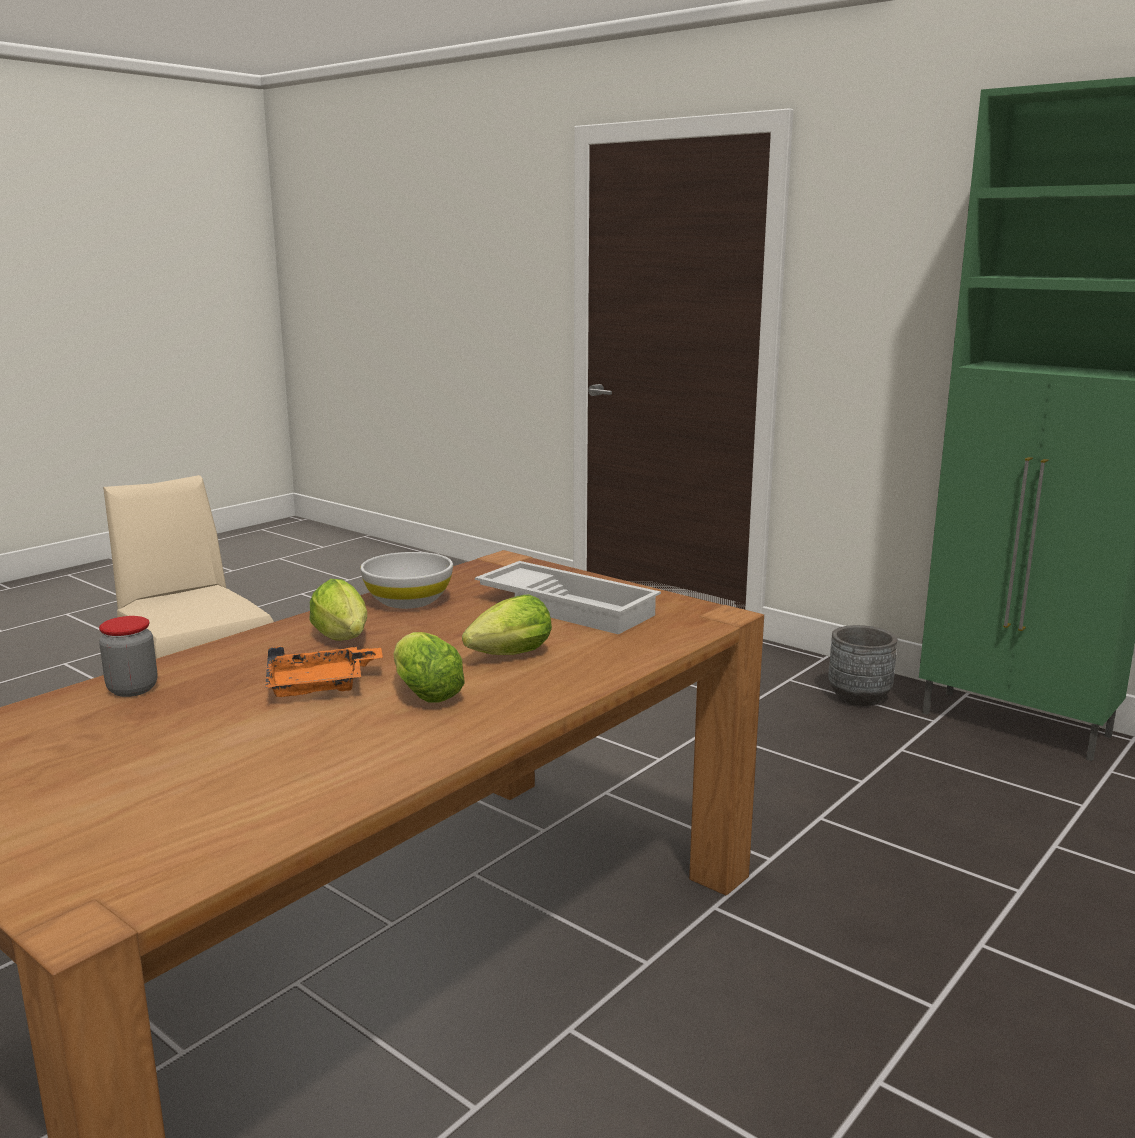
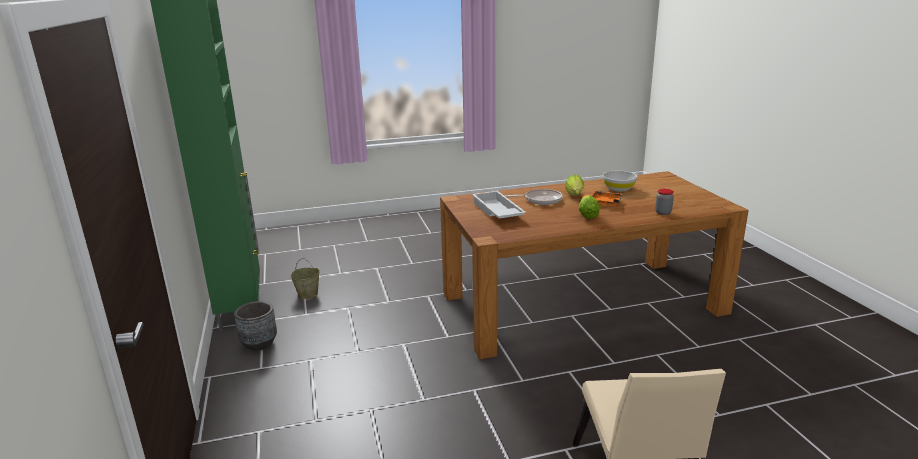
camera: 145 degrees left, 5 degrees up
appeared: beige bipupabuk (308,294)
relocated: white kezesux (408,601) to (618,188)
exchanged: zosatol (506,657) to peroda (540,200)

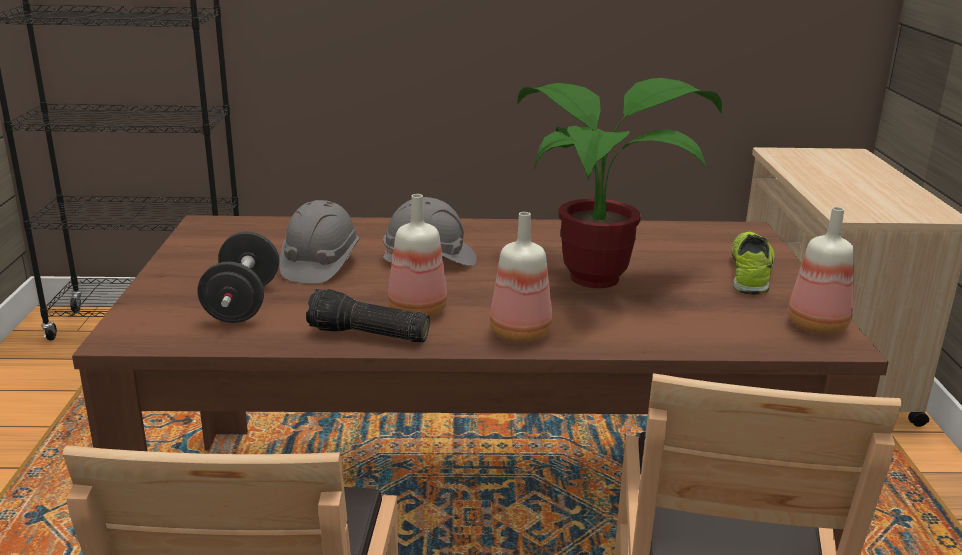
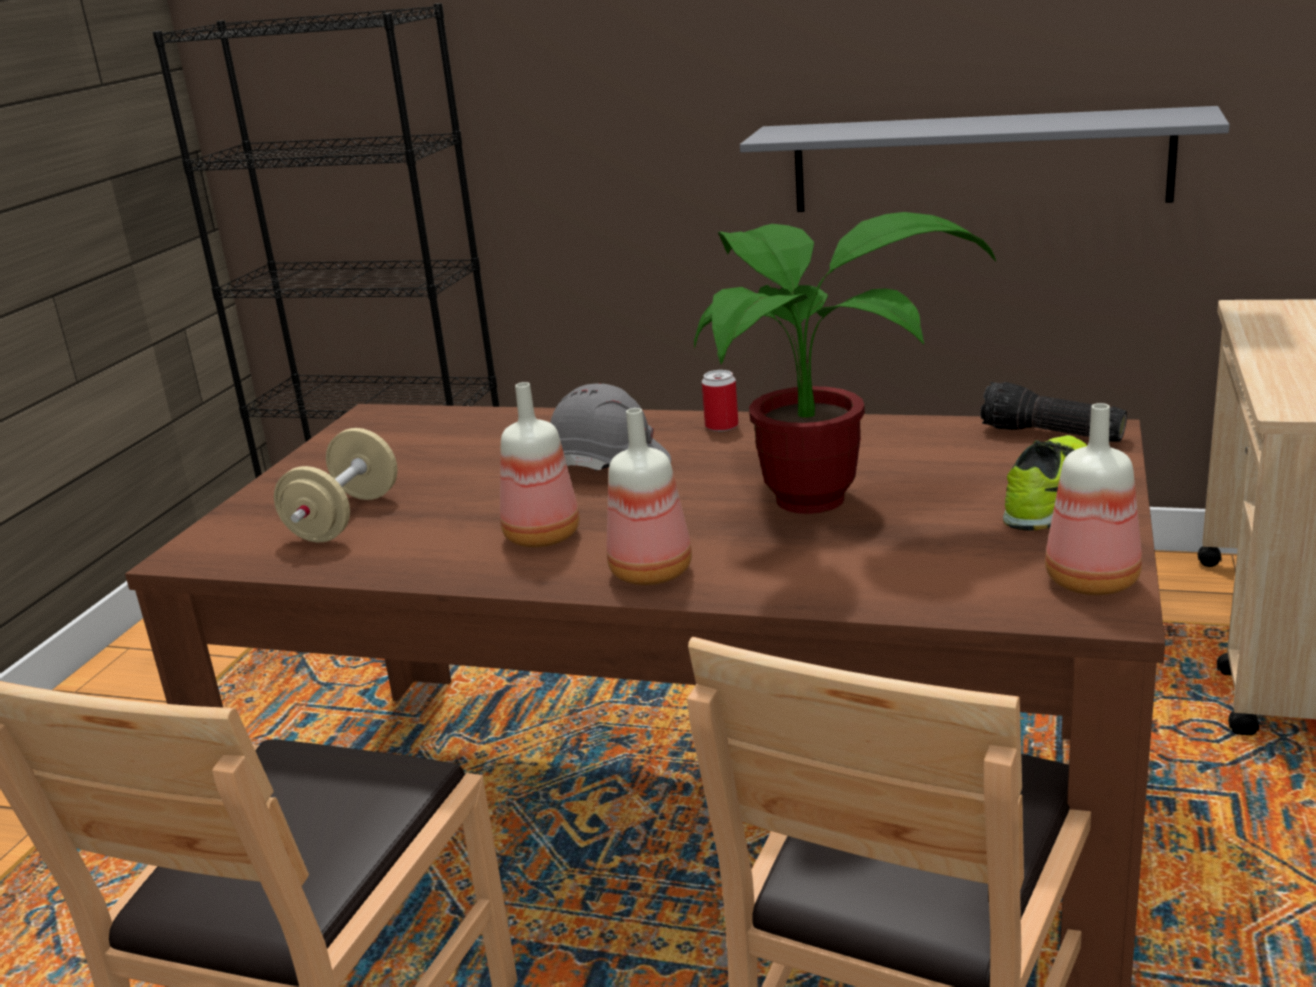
camera: 20 degrees right, 0 degrees up
missing: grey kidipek (319,265)
appeared: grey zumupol (978,162); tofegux (721,426)
relocated: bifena (367,335) to (1050,434)
colour: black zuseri (242,303) to beige zuseri (344,518)

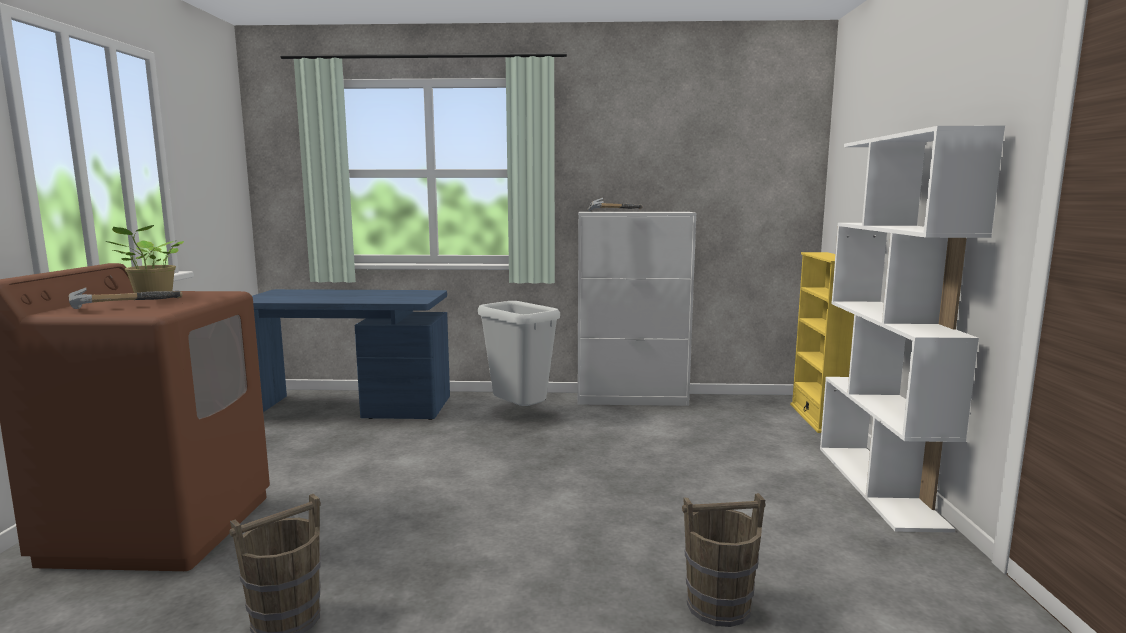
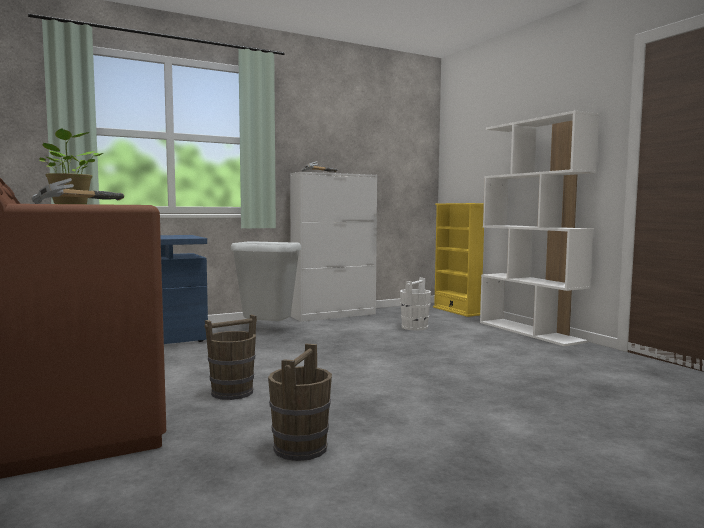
camera: 30 degrees left, 5 degrees down
appeared: white bipupabuk (415,327)
relocated: brown bipupabuk (719,606) to (232,392)

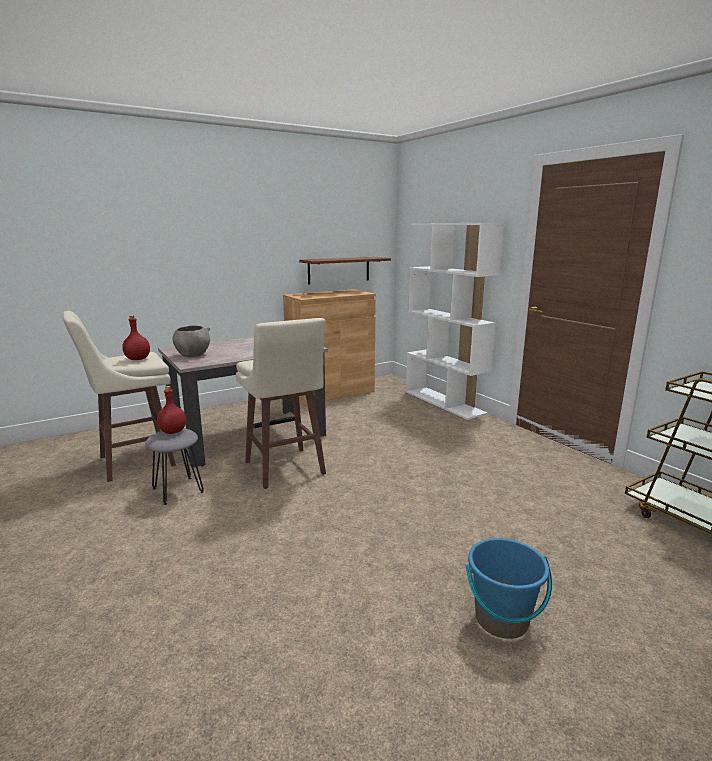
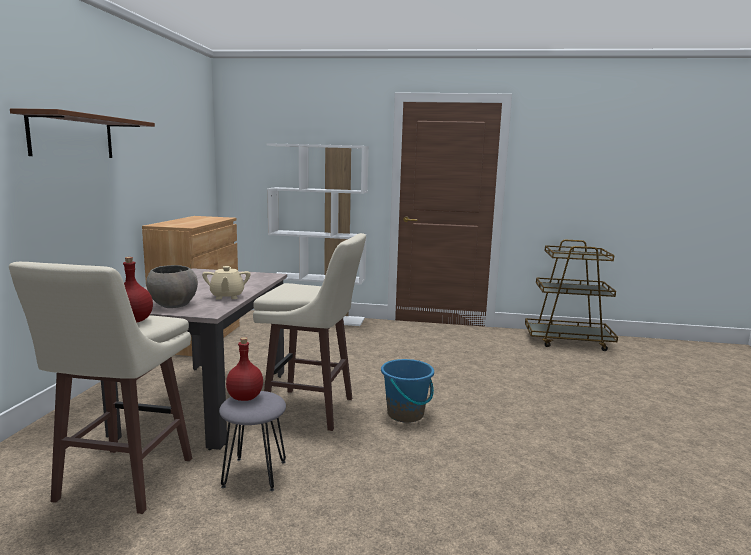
camera: 50 degrees left, 5 degrees down
appeared: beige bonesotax (227,296)
relocated: brown zumupol (339,270) to (72,136); blue bipupabuk (502,620) to (406,414)

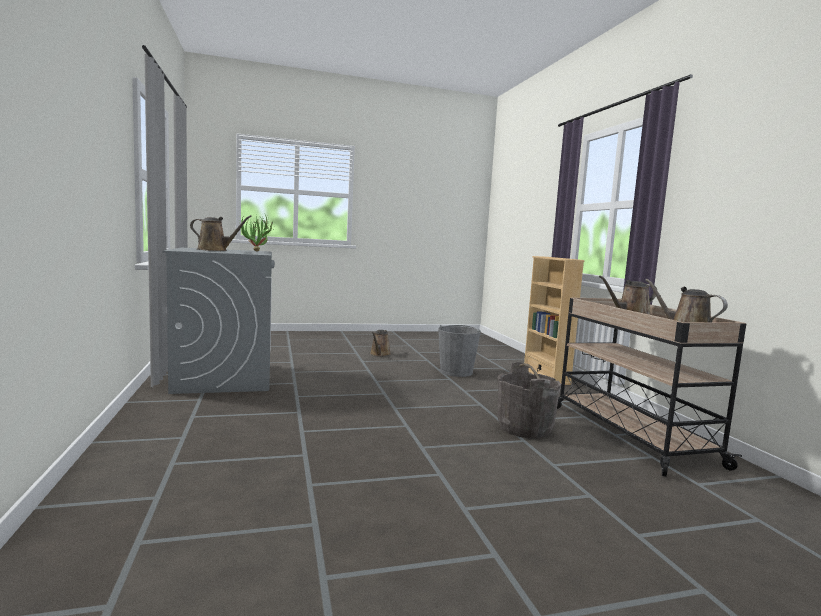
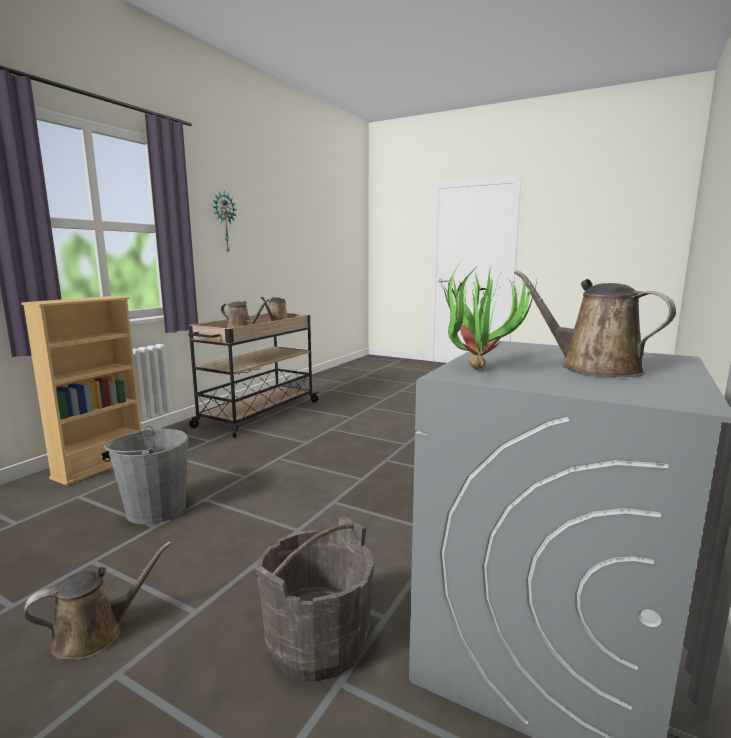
camera: 135 degrees left, 5 degrees up
appeared: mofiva (224,222)
relocated: grey bipupabuk (524,428) to (317,641)

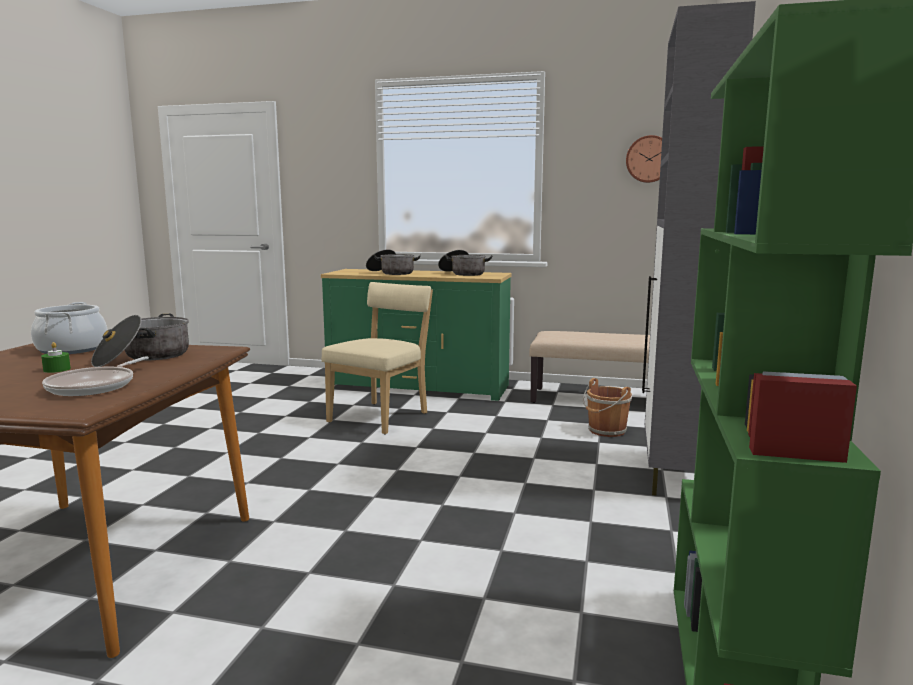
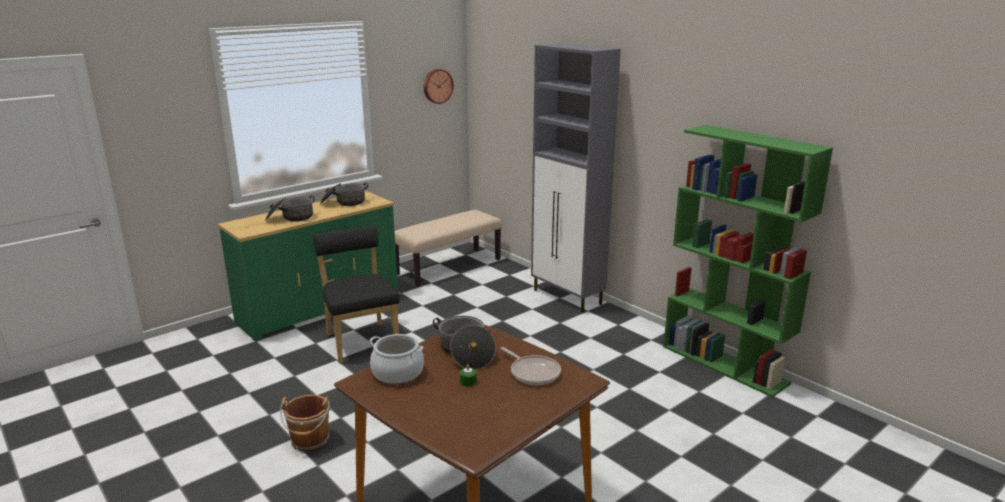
camera: 55 degrees left, 10 degrees up
relocated: brown bipupabuk (606,431) to (310,441)
colour: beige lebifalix (382,416) to black lebifalix (361,340)

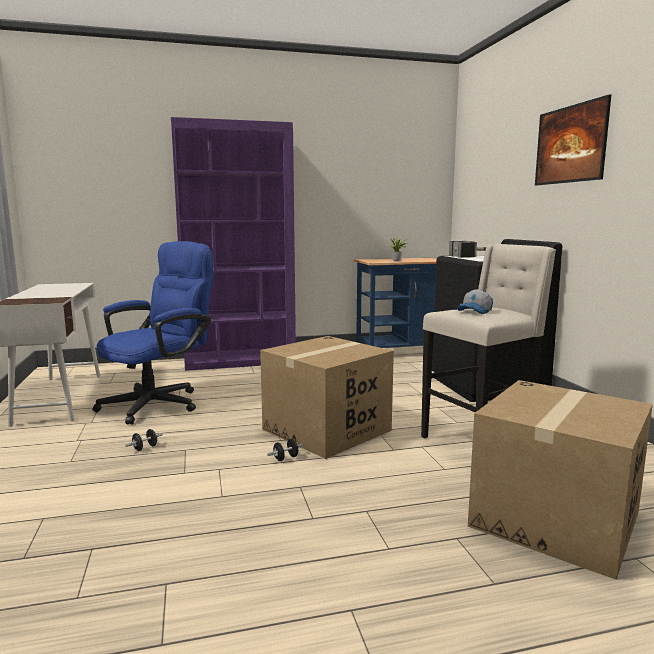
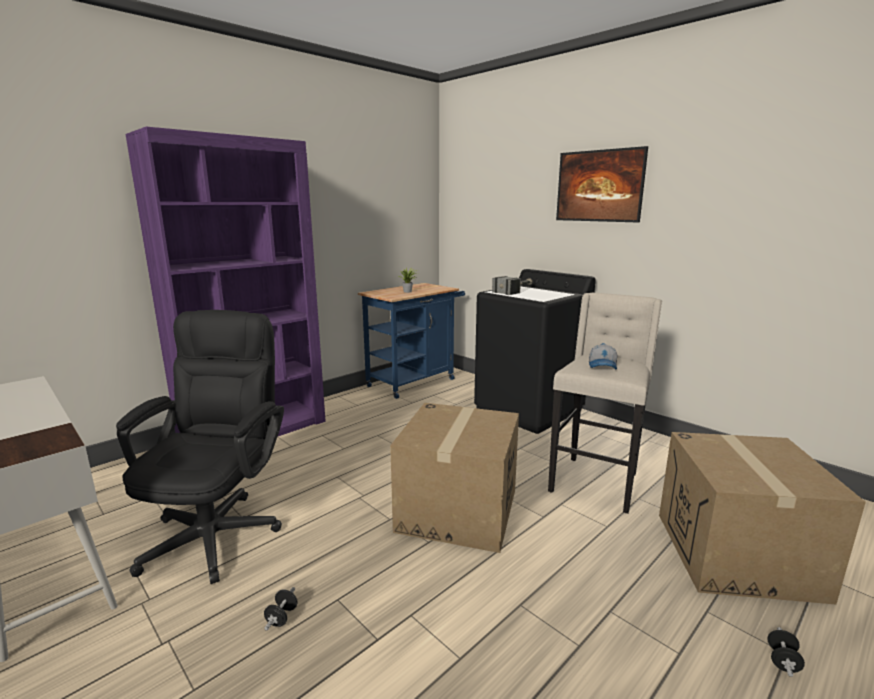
camera: 30 degrees left, 5 degrees up
relocated: black zuseri (285,458) to (782,661)
colour: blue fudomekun (160,402) to black fudomekun (219,528)

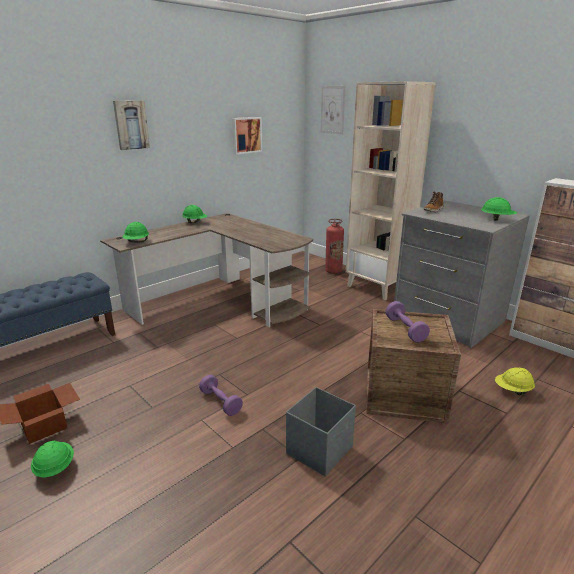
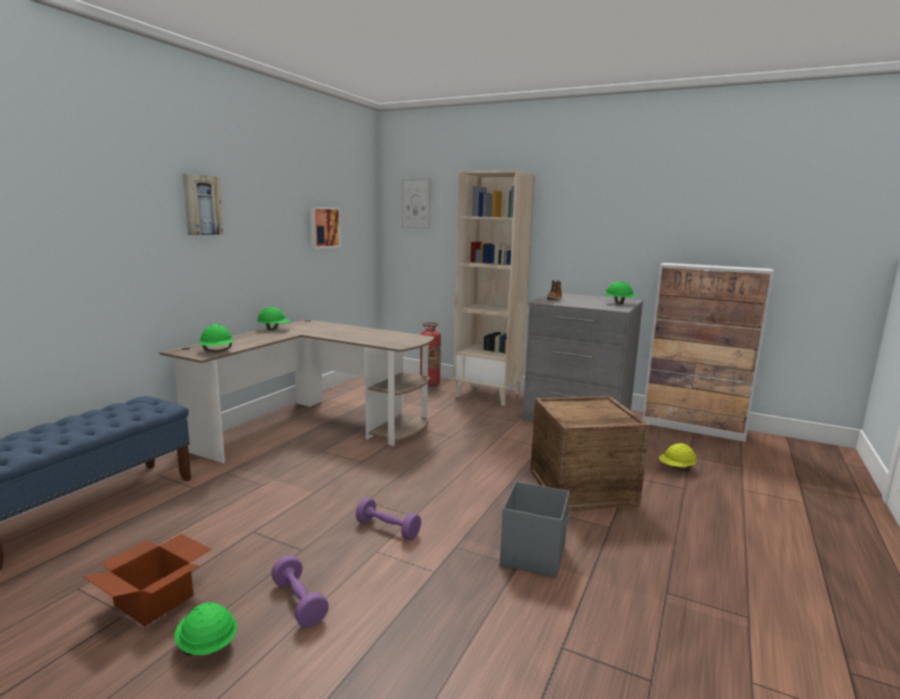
camera: 20 degrees left, 10 degrees down
relocated: purple zuseri (405,329) to (299,602)

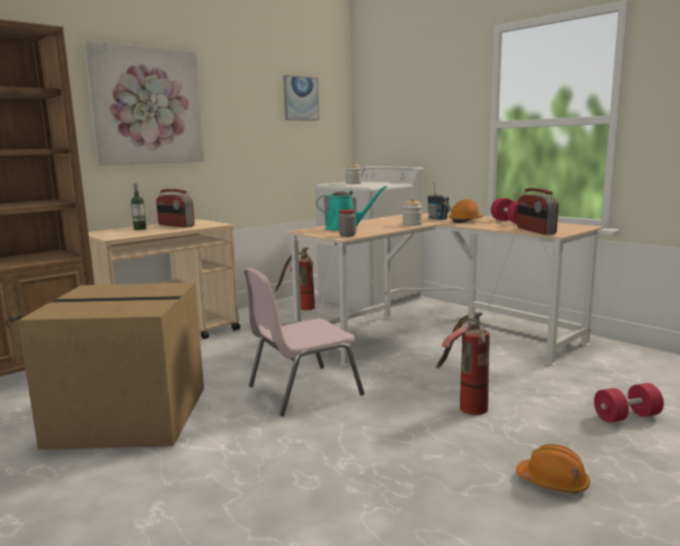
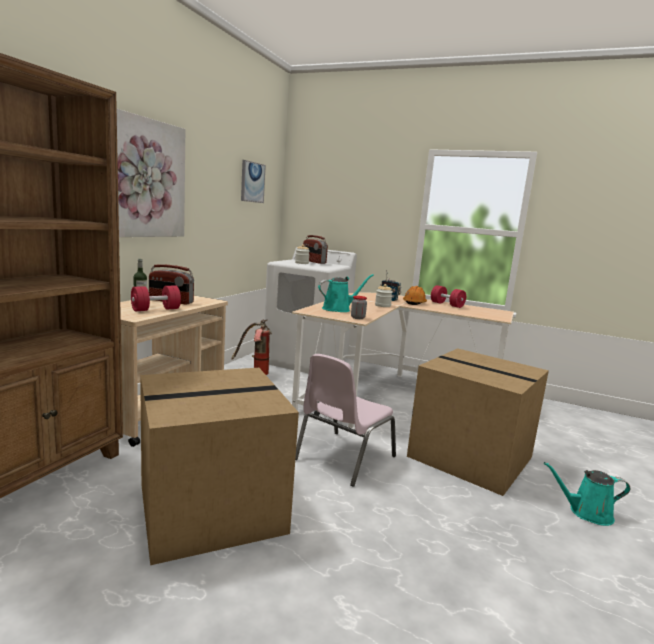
camera: 25 degrees left, 0 degrees up
relocated: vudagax (535,231) to (313,261); red zuseri (626,417) to (156,309)
exchanged: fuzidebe (463,405) to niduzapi (472,457); orange kidipek (553,482) to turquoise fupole (586,513)

